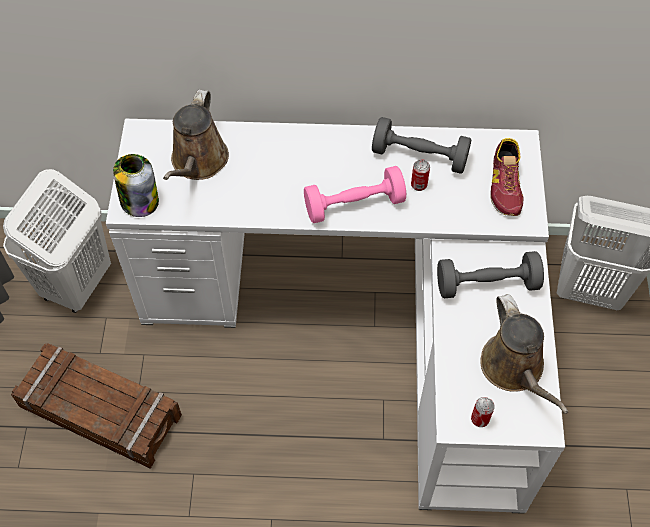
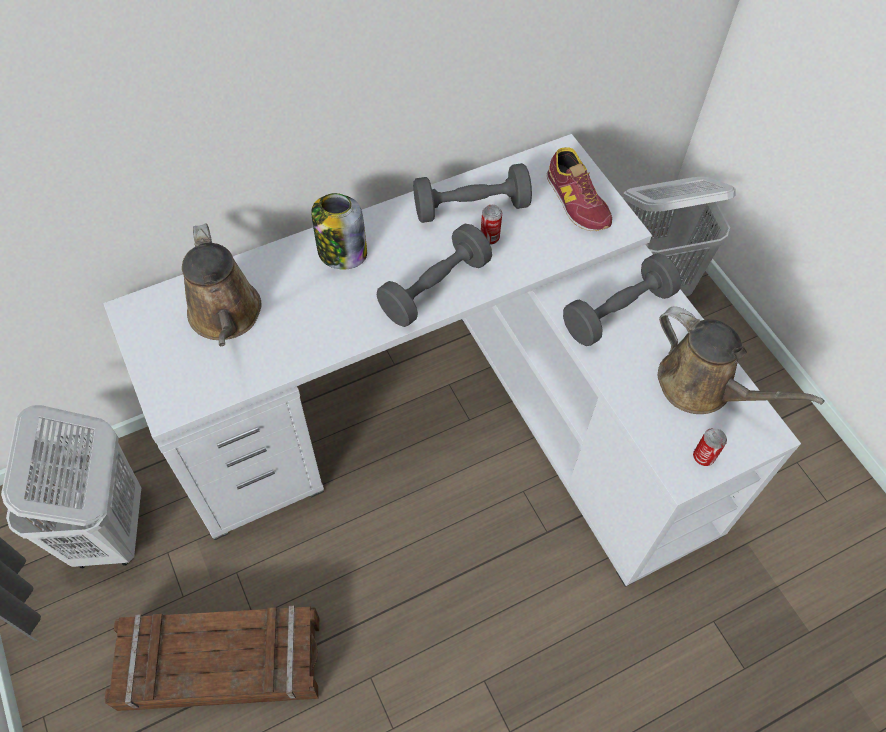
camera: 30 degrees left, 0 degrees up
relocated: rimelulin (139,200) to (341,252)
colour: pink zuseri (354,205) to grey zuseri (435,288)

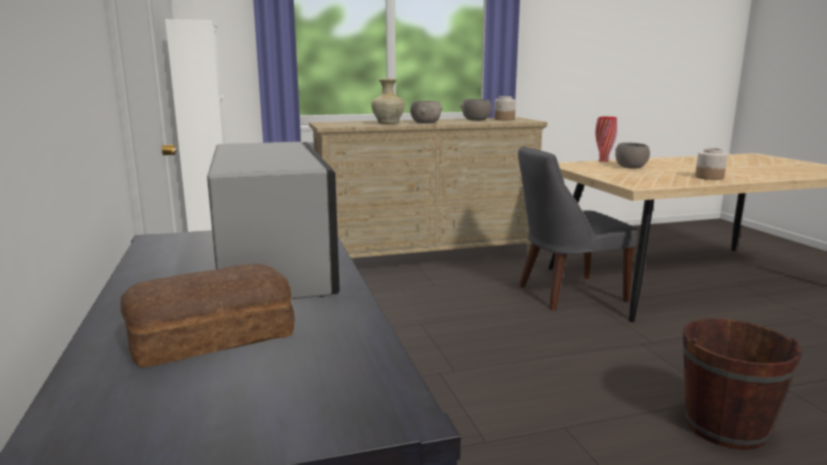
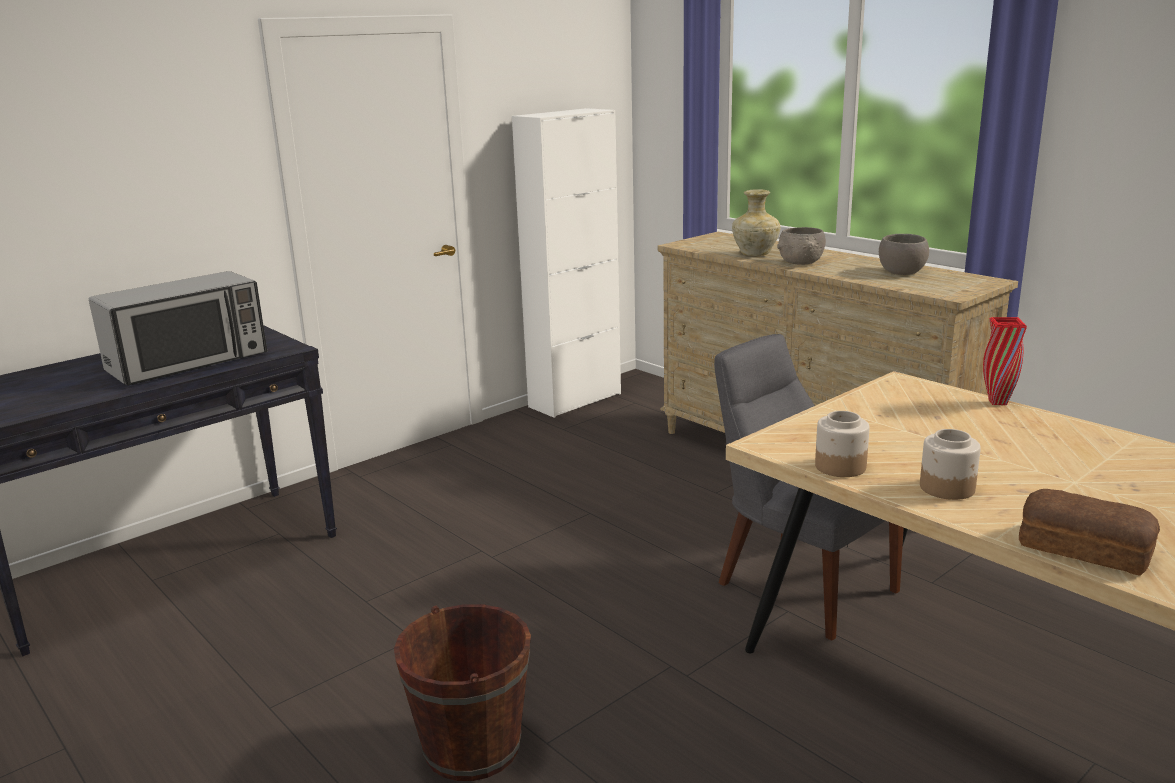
camera: 65 degrees right, 5 degrees up
missing: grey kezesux (630,167)
relocated: rimelulin (504,119) to (839,467); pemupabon (210,336) to (1083,547)

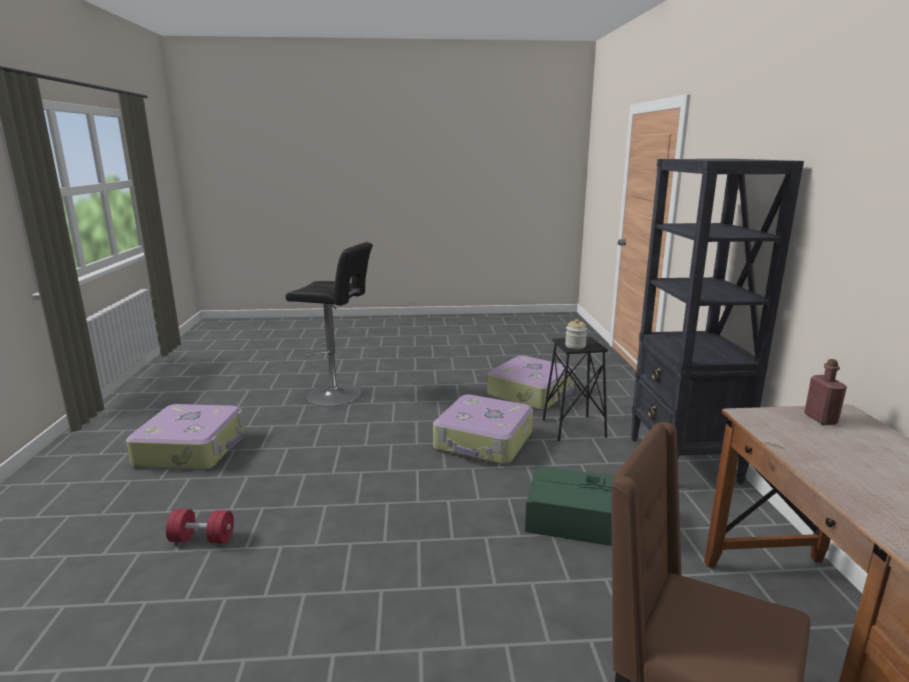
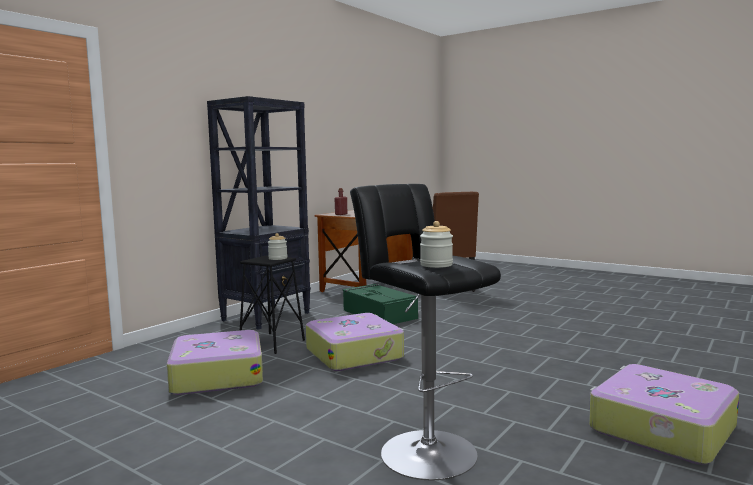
camera: 140 degrees left, 10 degrees down
missing: red zuseri (202,539)
appeared: rimelulin (436,265)

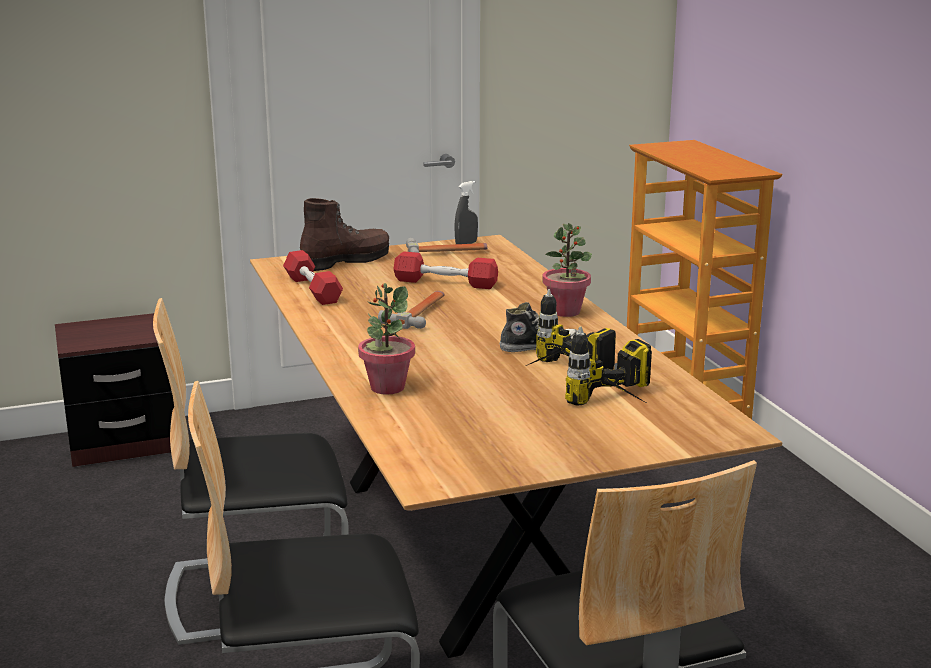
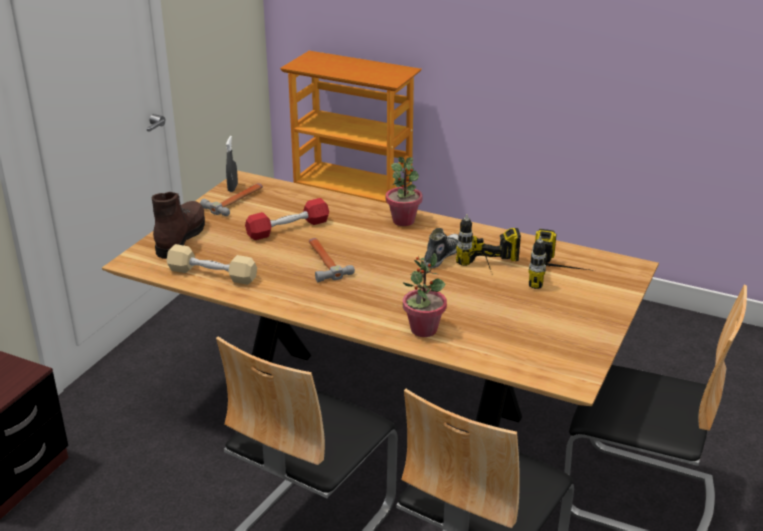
camera: 45 degrees left, 10 degrees up
colour: red zuseri (313,289) to beige zuseri (212,274)

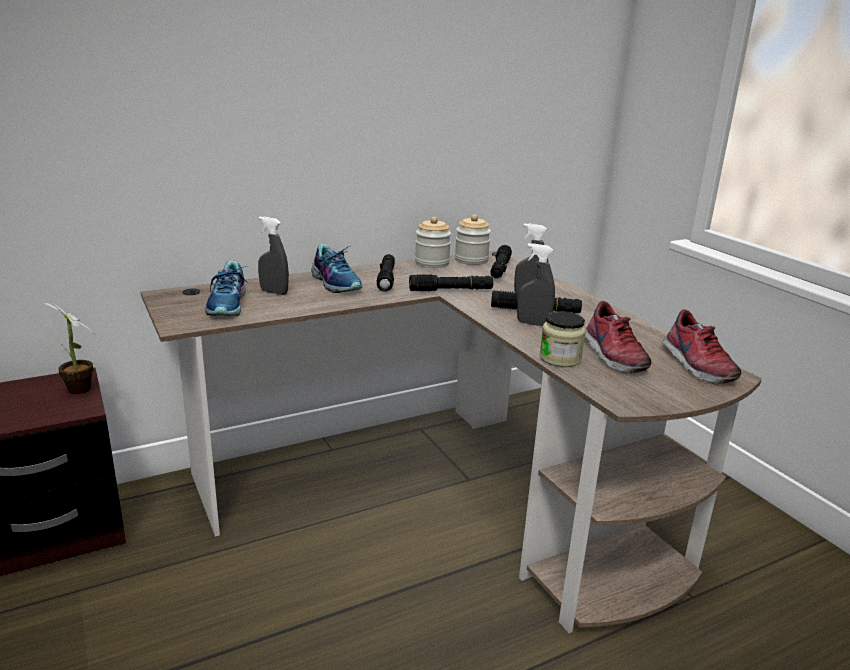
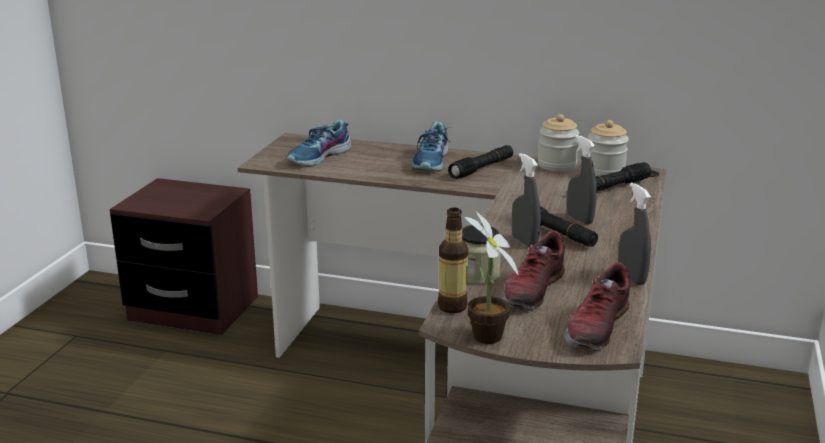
camera: 45 degrees right, 0 degrees up
missing: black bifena (451,290)
appeared: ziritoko (452,307)
relocated: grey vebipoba (274,292) to (631,278); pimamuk (79,391) to (486,339)

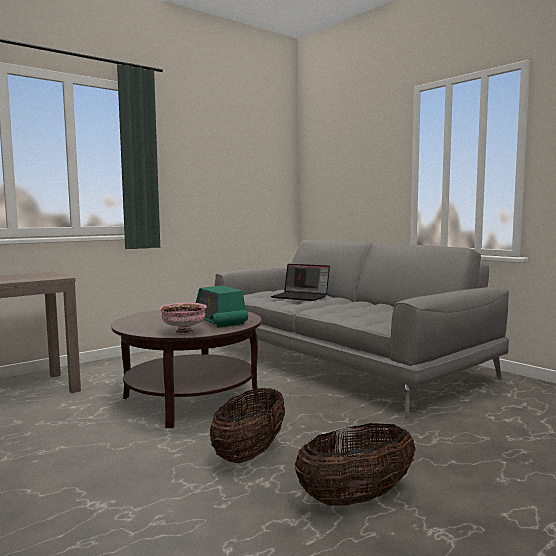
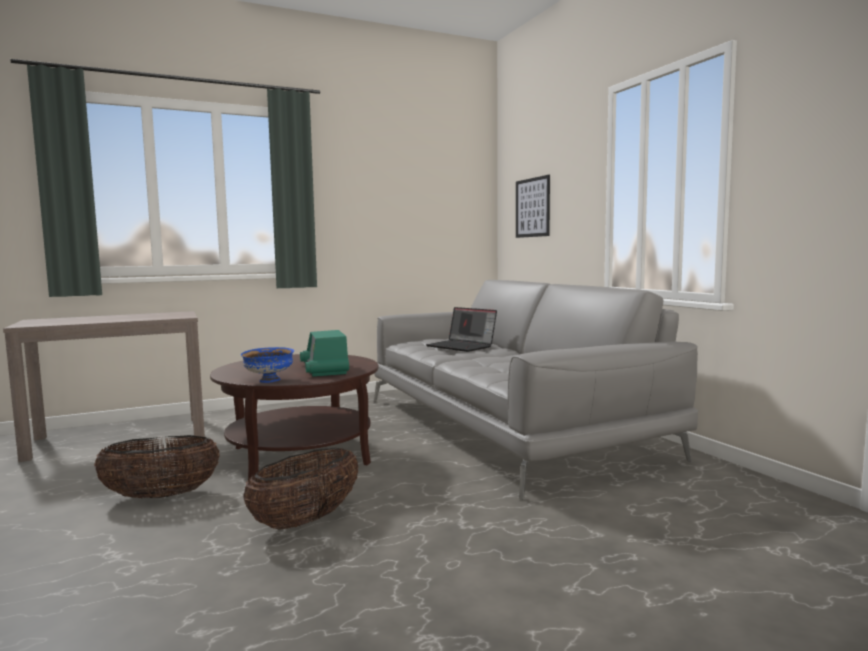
camera: 15 degrees right, 0 degrees up
appeared: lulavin (532,207)
relocated: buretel (356,498) to (161,496)
colour: pink kezesux (184,333) to blue kezesux (269,380)

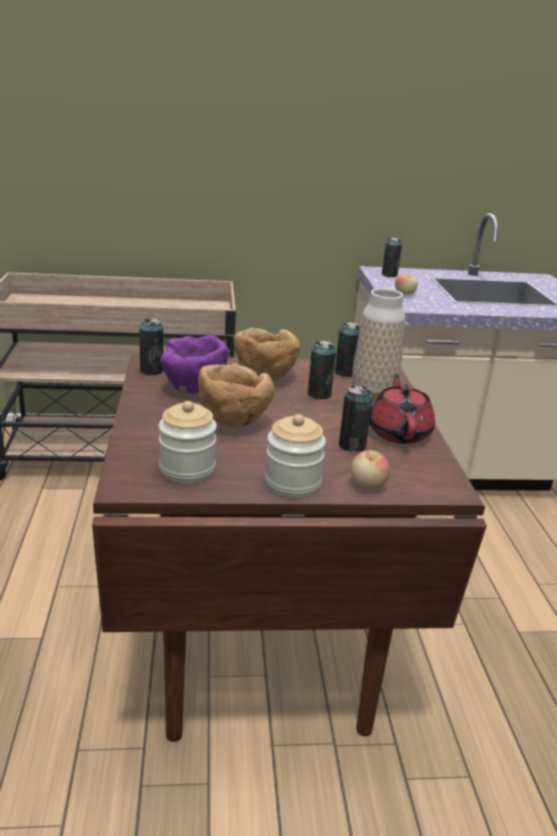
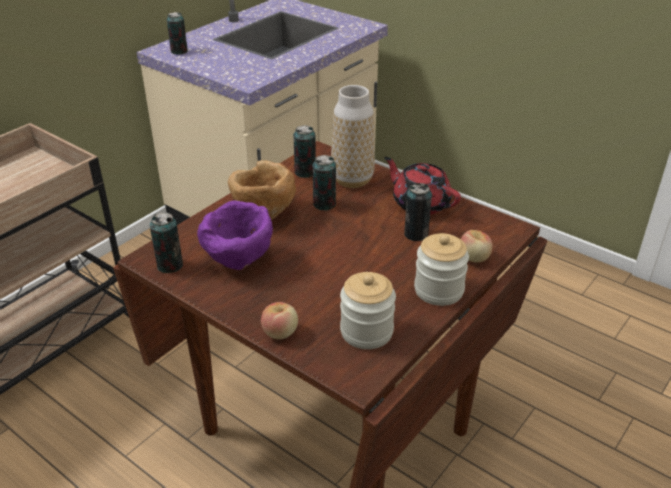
camera: 45 degrees left, 10 degrees up
missing: brown kezesux (233,422)
relocated: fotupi (405,294) to (280,332)

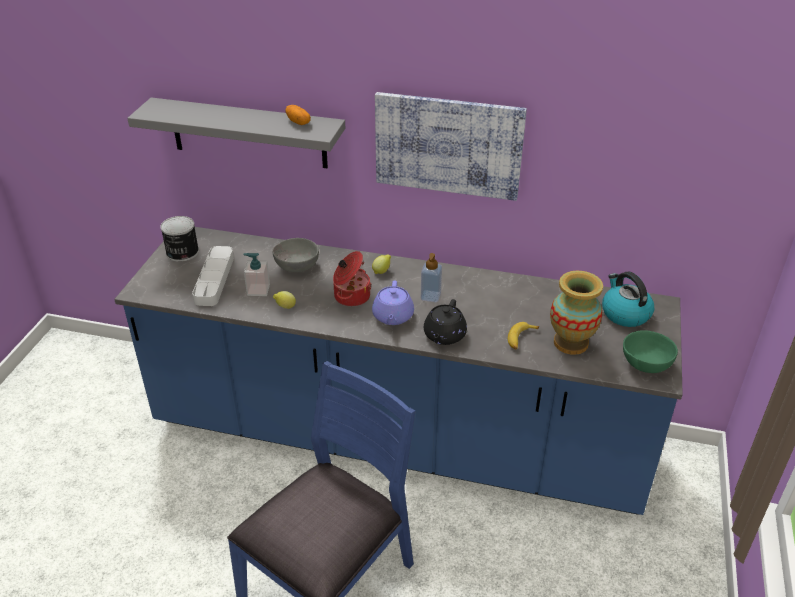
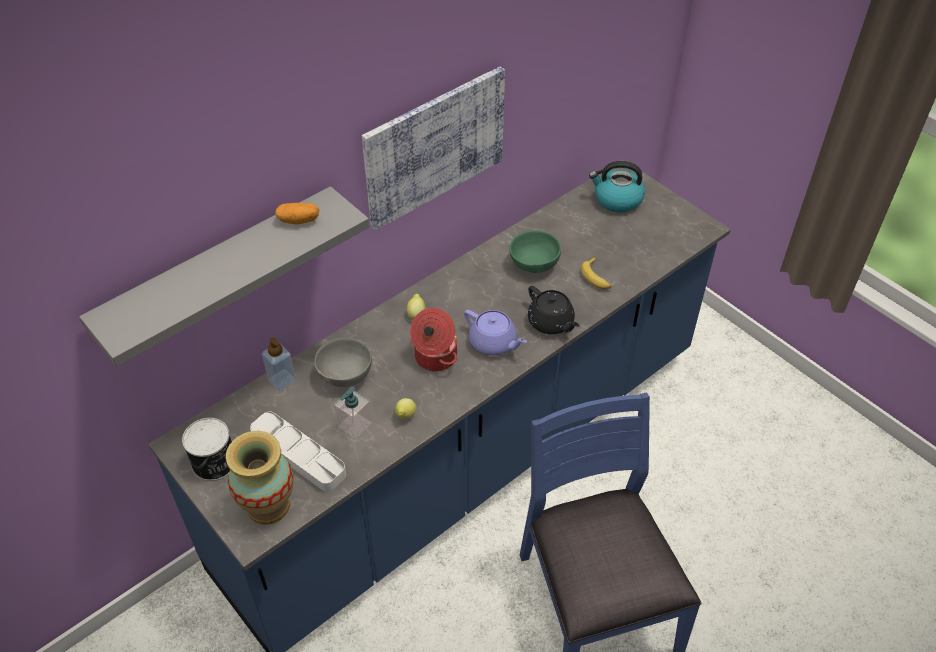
camera: 55 degrees left, 10 degrees up
relocated: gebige (430,296) to (282,380); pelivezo (570,343) to (268,506); green kezesux (644,365) to (533,265)

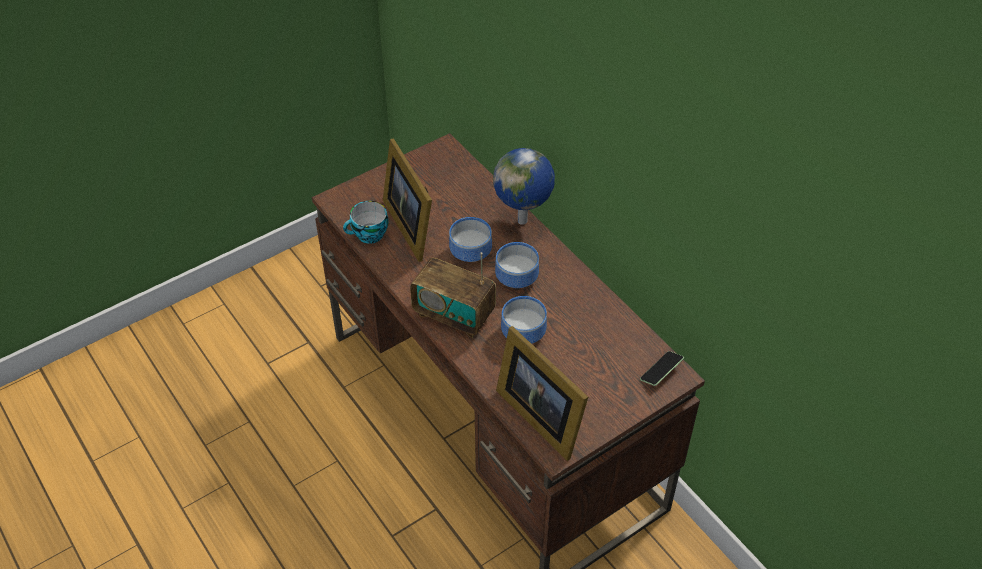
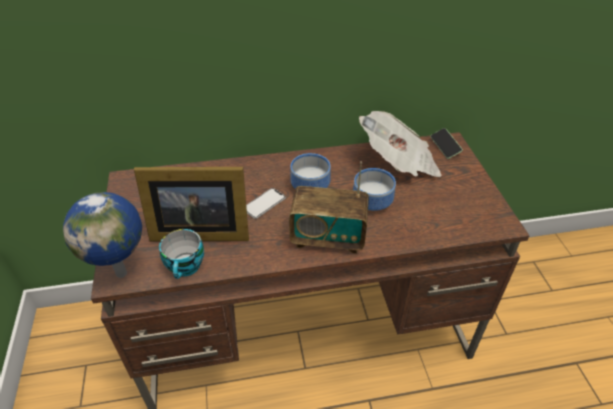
camera: 65 degrees left, 5 degrees down
missing: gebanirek (540,414)
appeared: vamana (399,163)
relocated: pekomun (523,221) to (122,272)
exchanged: kezesux (471,253) to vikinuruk (264,204)
spun: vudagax (454,315) = (328,238) 45 degrees clockwise

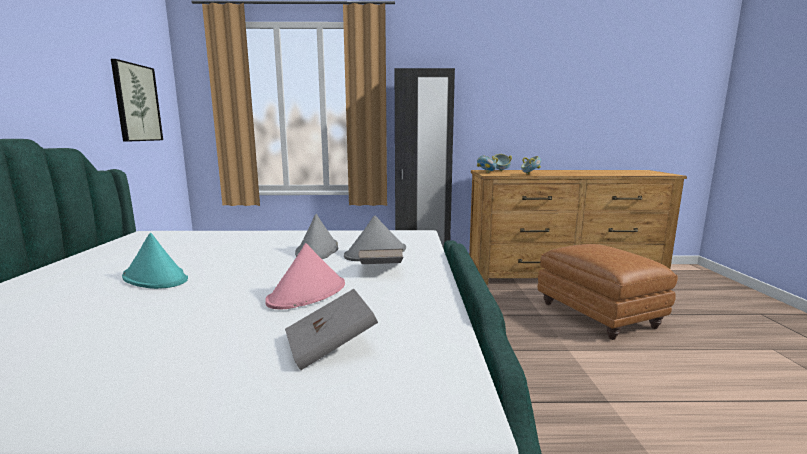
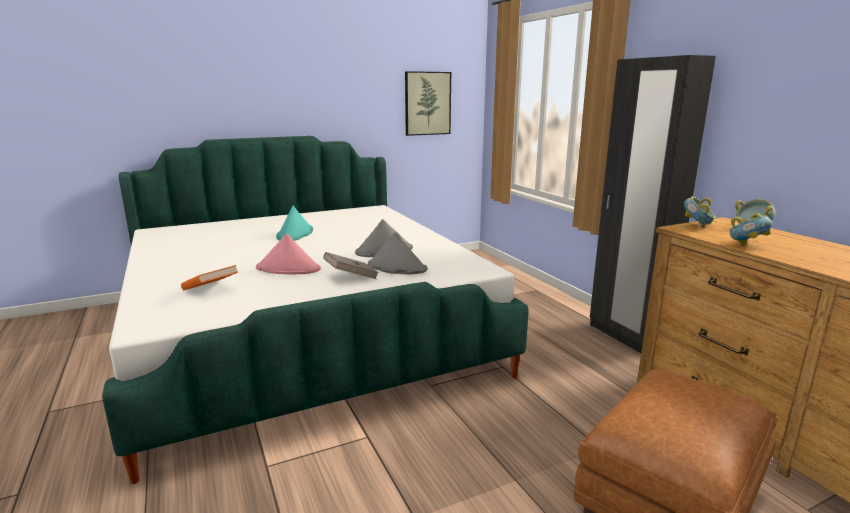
camera: 65 degrees right, 5 degrees up
colour: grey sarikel (330,347) to orange sarikel (210,290)

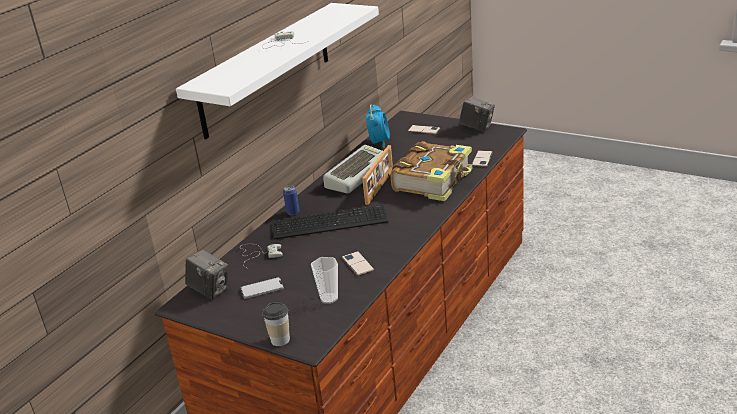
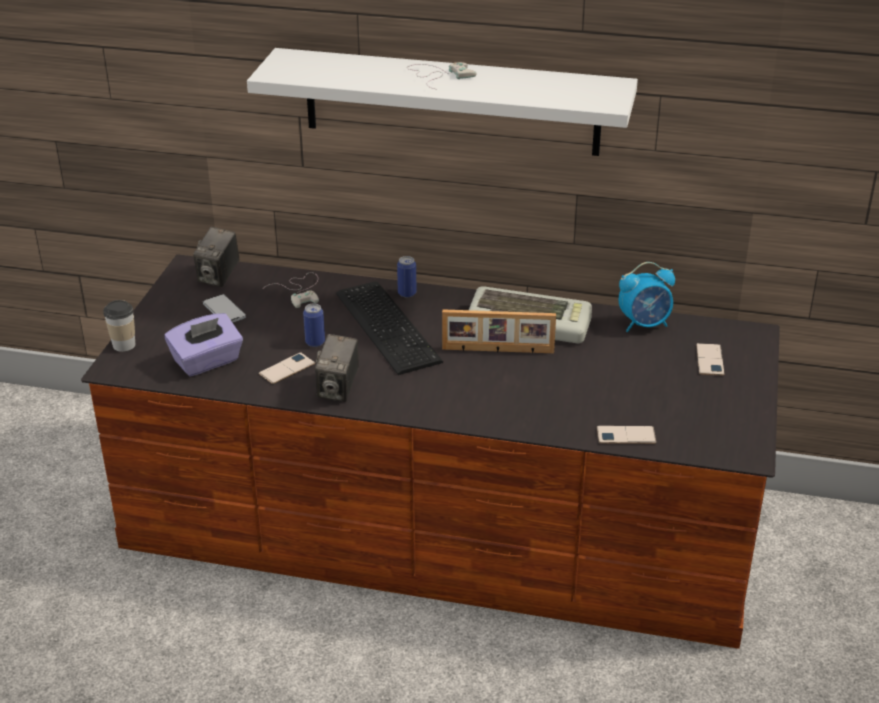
camera: 70 degrees right, 5 degrees up
missing: sarikel (434,181)
appeared: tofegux (315,342)
relocated: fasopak (477,127) to (338,389)
exchanged: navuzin (329,298) to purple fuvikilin (207,362)

